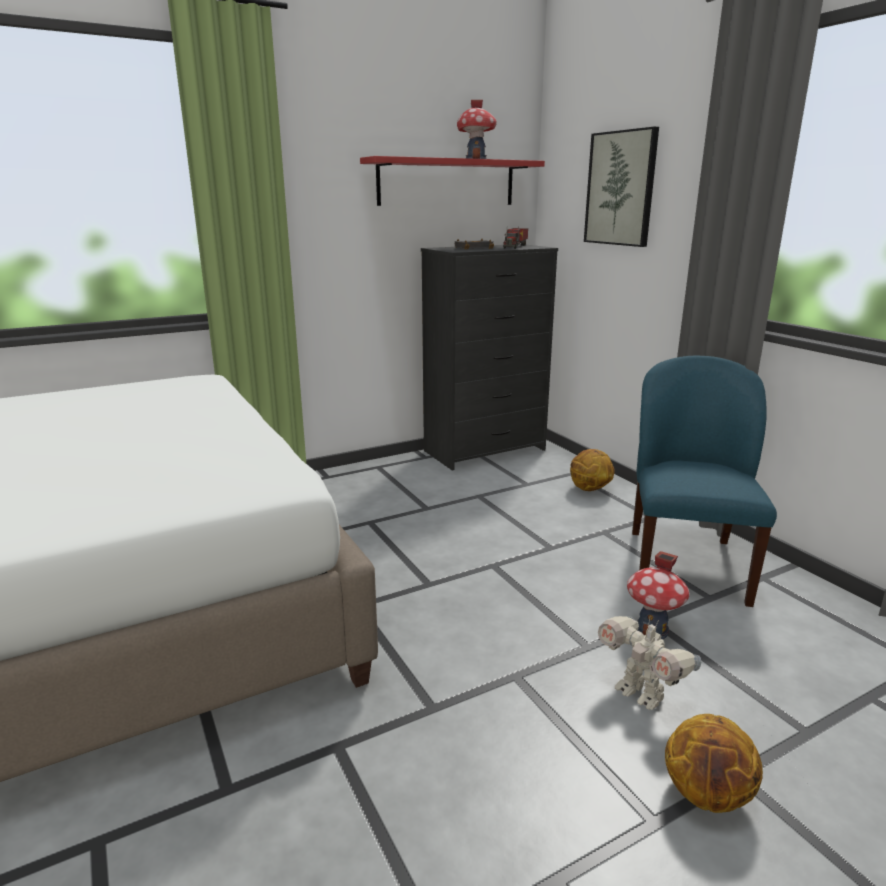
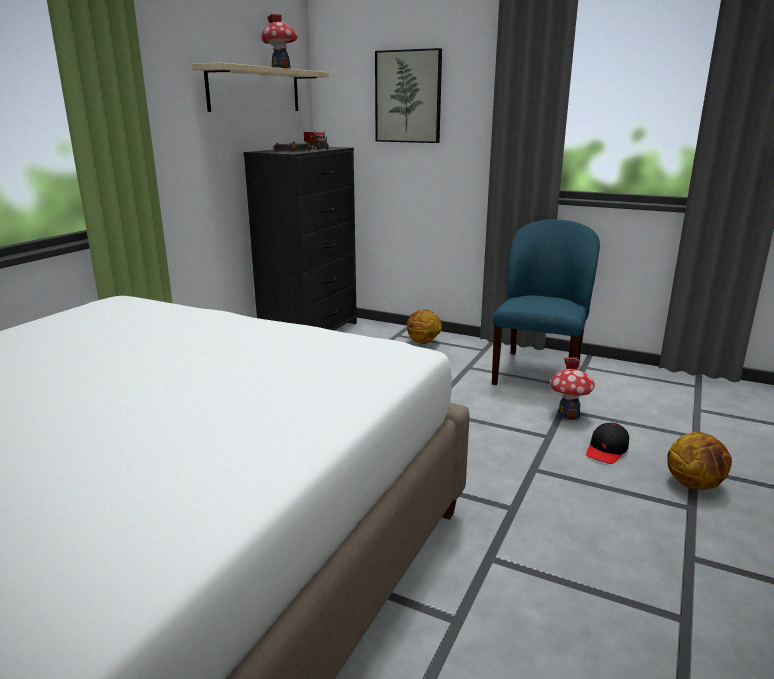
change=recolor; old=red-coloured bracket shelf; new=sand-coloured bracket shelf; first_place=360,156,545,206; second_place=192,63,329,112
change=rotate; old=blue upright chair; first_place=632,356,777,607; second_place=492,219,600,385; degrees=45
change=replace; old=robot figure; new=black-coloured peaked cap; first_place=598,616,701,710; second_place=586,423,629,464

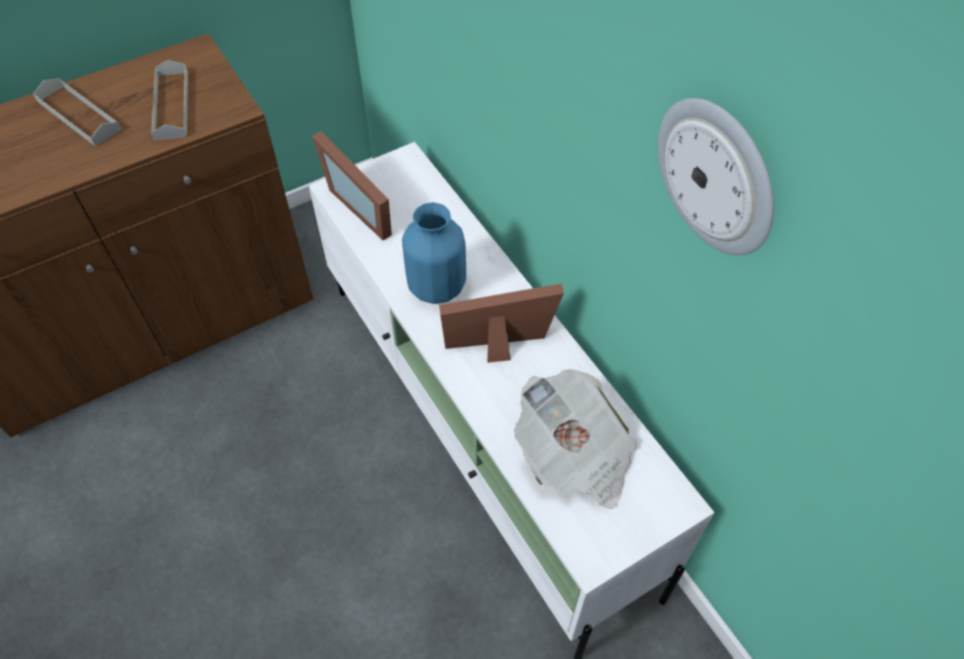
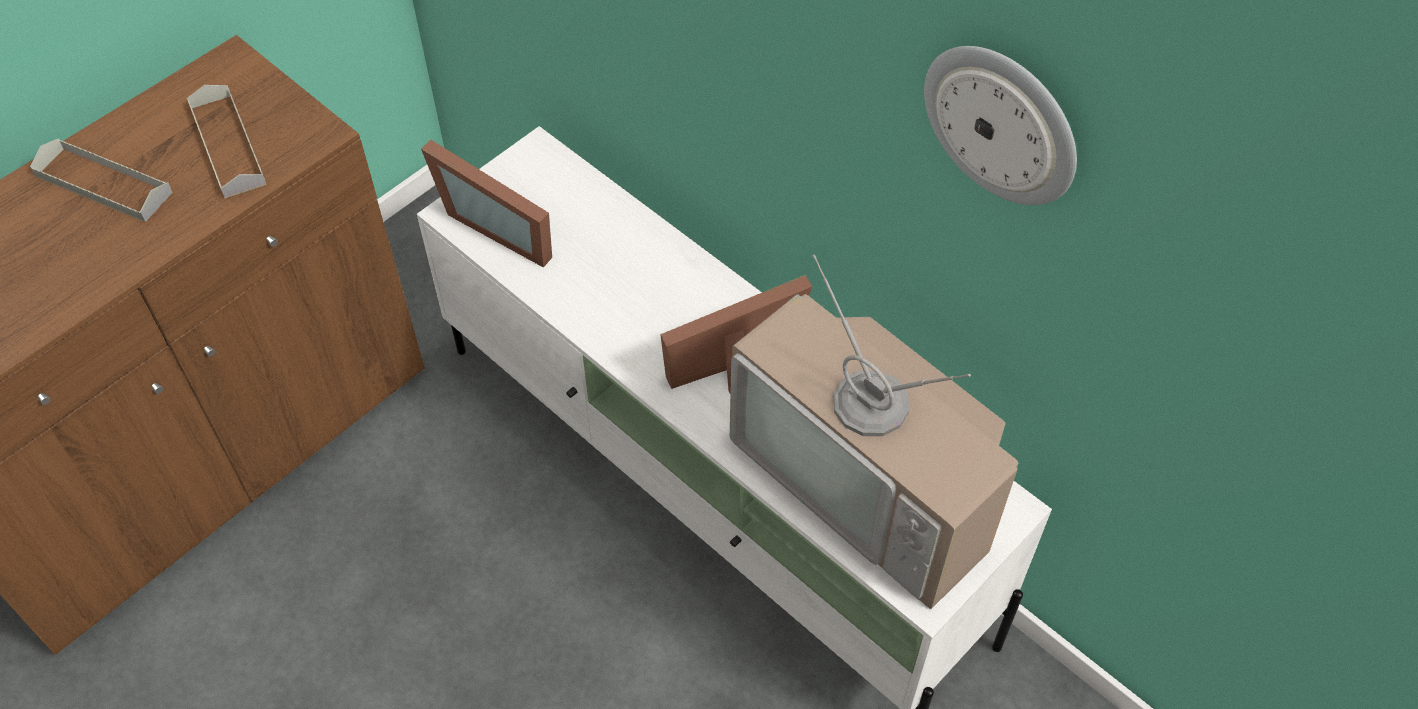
change=replace; old=printed paper; new=TV set; first_place=514,369,637,509; second_place=730,254,1018,609
change=delete; old=blue decorative vase; first_place=402,202,466,304

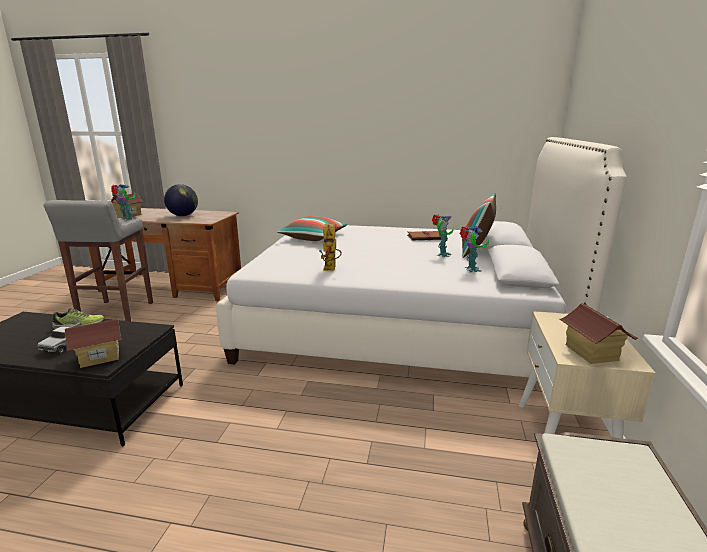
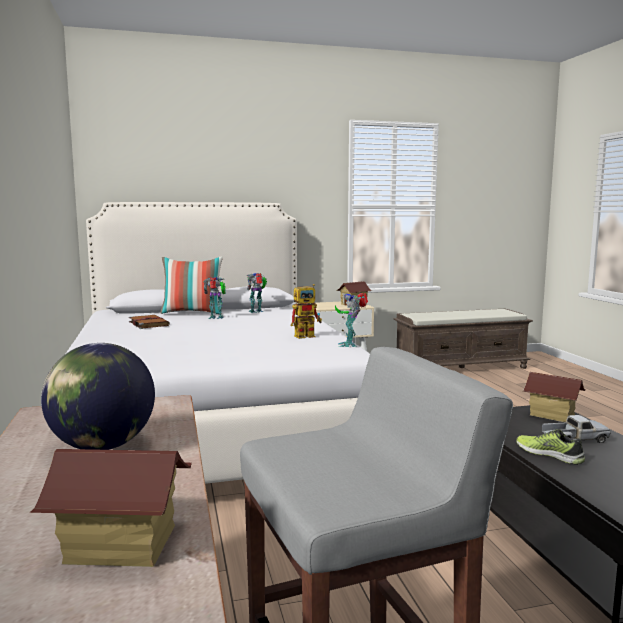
change=move; old=robot figure; first_place=111,184,136,220; second_place=335,293,368,347
change=delete; old=cushion; first_place=277,216,347,241

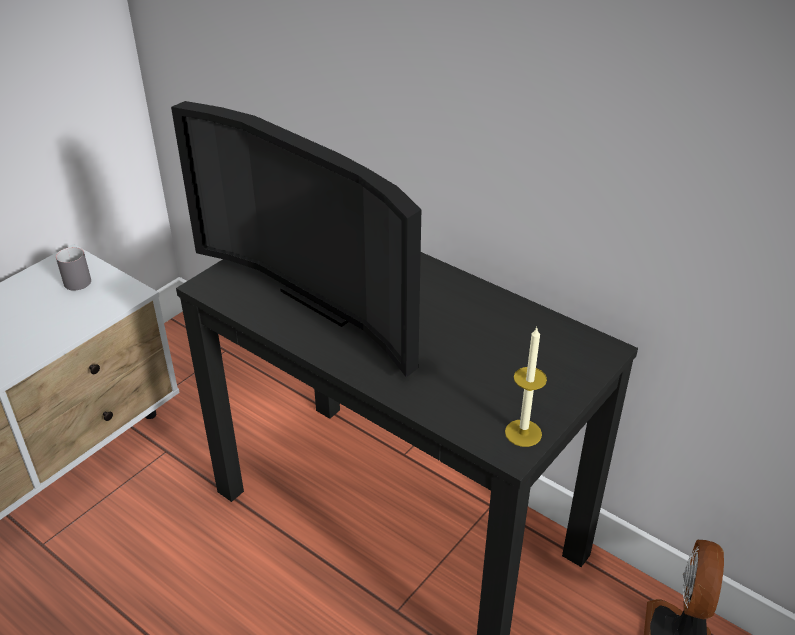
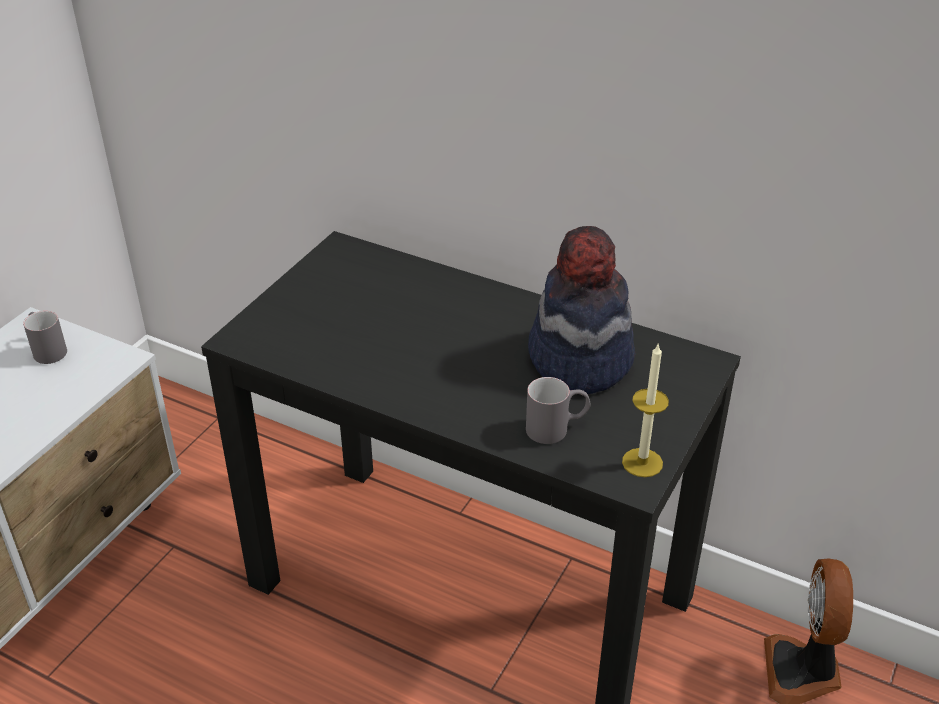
change=insert; new=gray coffee mug; second_place=526,377,591,444
change=insert; new=clothing hat; second_place=528,226,635,394
change=delete; old=TV set; first_place=171,101,421,377

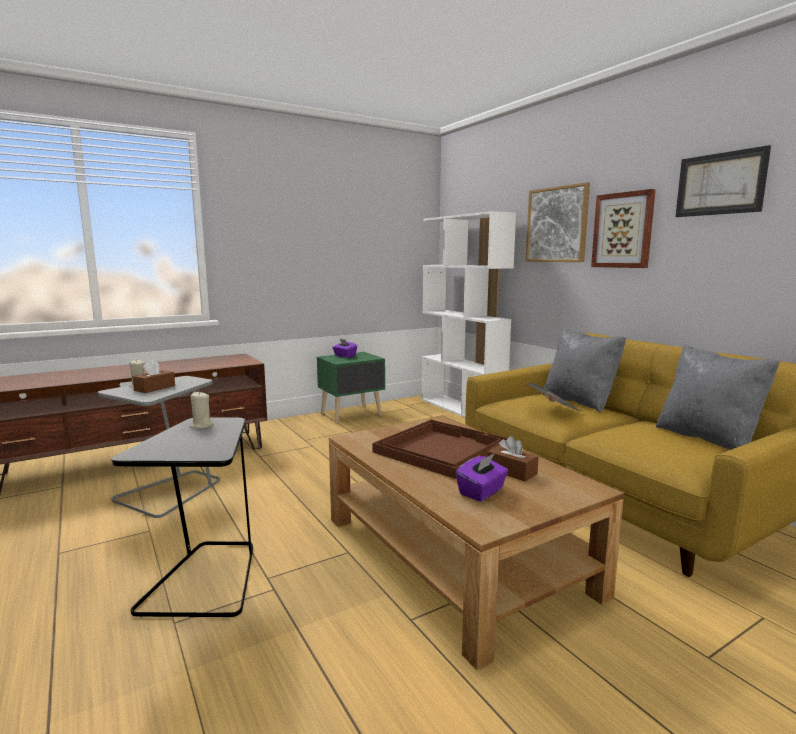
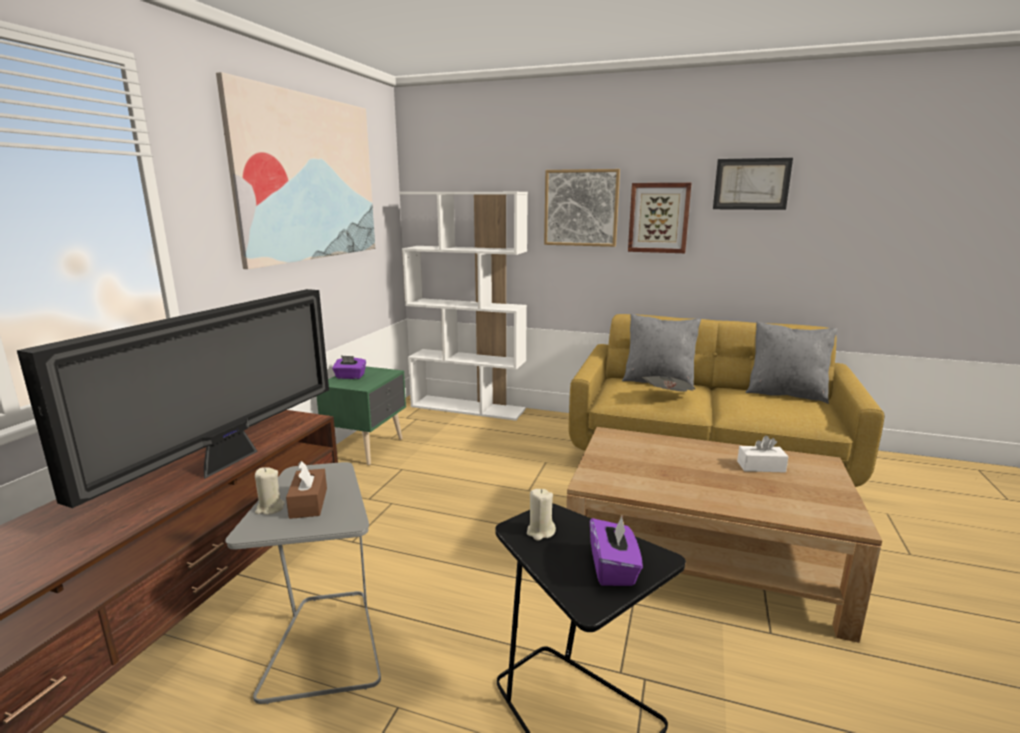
change=insert; new=TV set; second_place=17,289,329,508
change=insert; new=wall art; second_place=216,72,375,269
change=move; old=purplish box of tissues; first_place=456,453,508,502; second_place=590,516,643,586
change=recolor; old=brownish box of tissues; new=white box of tissues; first_place=487,436,538,481; second_place=737,436,789,473
change=delete; old=brownish carrying tray; first_place=372,420,508,479

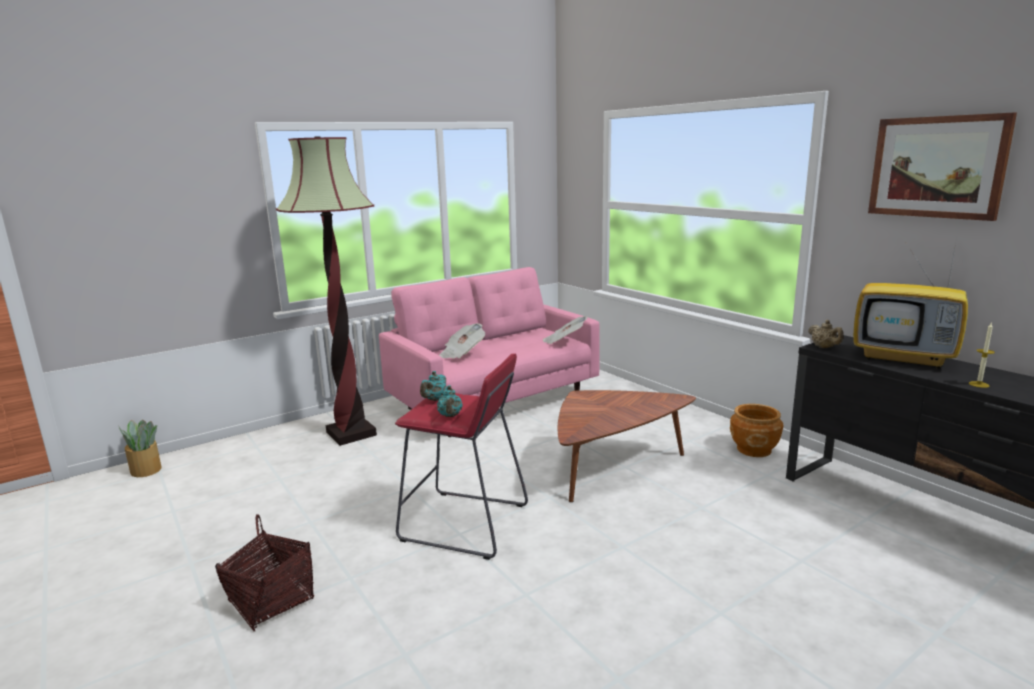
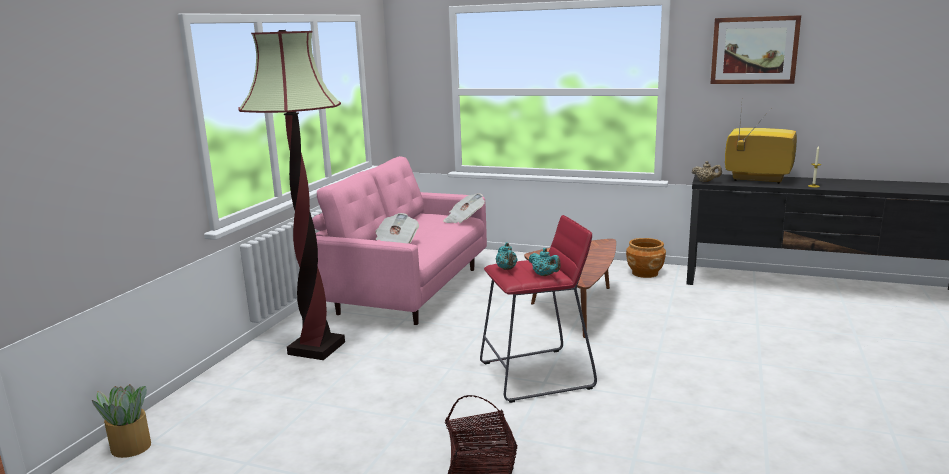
change=rotate; old=TV set; first_place=853,238,968,369; second_place=725,105,797,184; degrees=-150

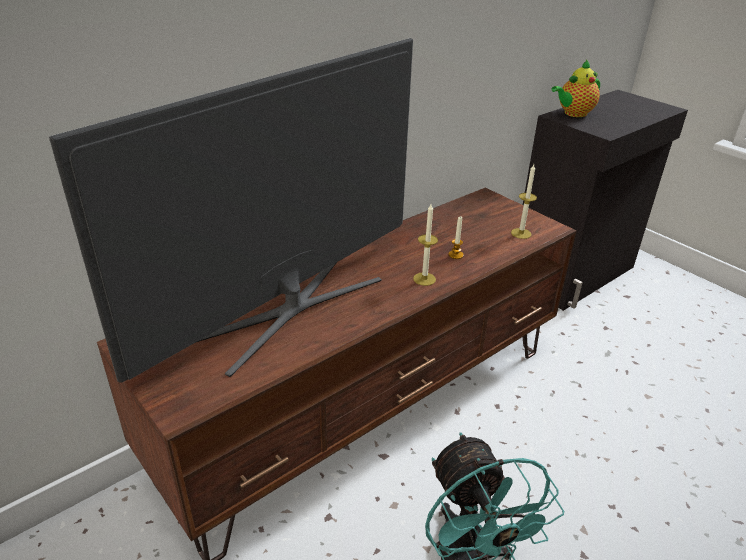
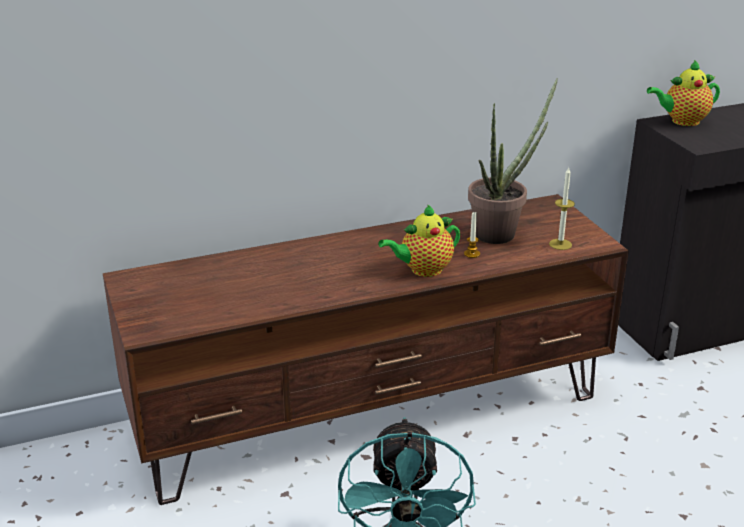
change=replace; old=wax candle; new=pot for tea; first_place=413,204,438,286; second_place=378,204,460,277
change=insert; new=potted plant; second_place=468,78,558,244
change=delete; old=TV set; first_place=49,38,413,383

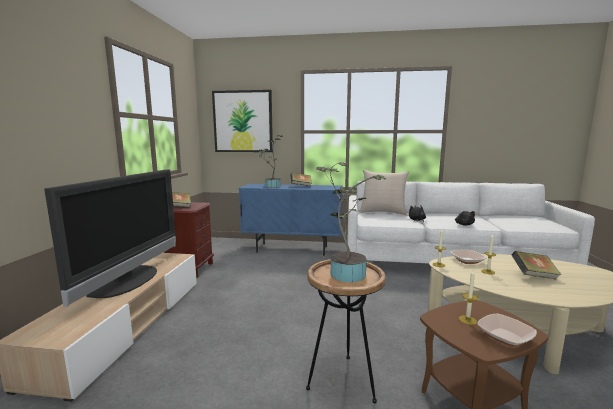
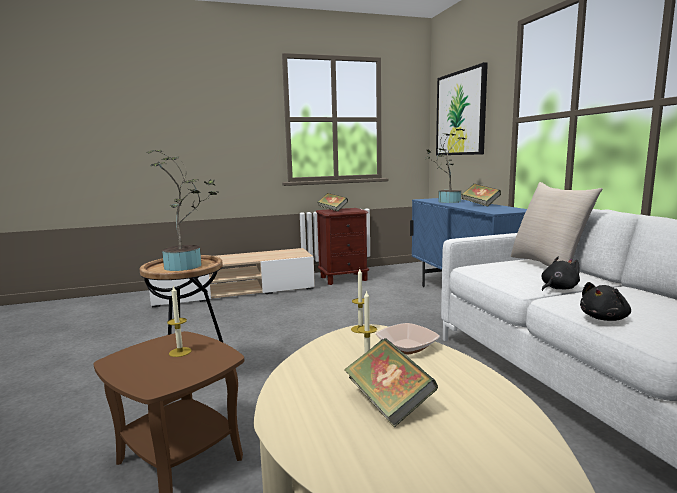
change=delete; old=TV set; first_place=44,169,176,307
change=delete; old=bowl; first_place=477,313,537,346

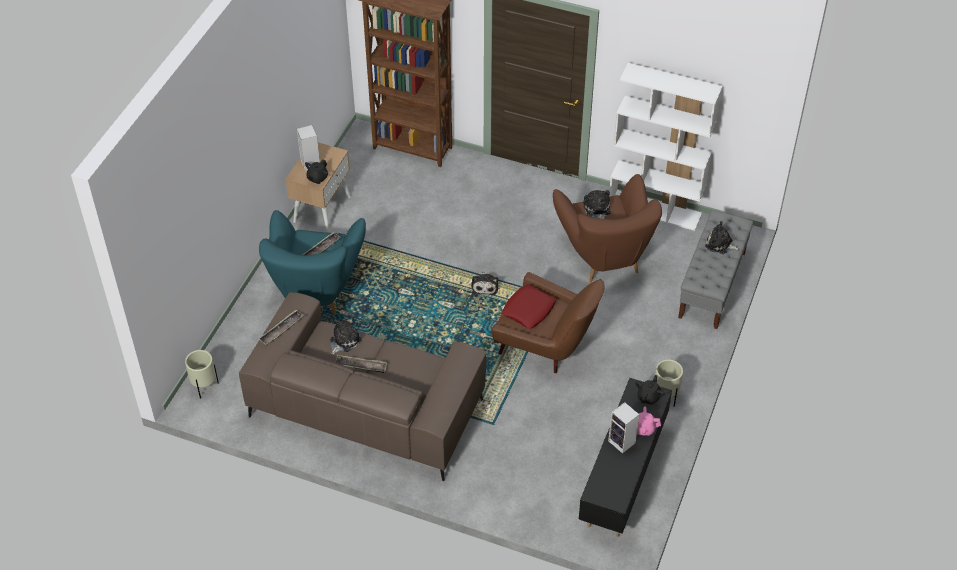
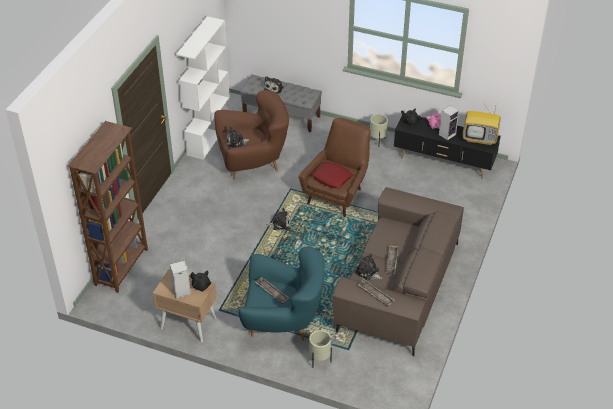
change=move; old=sand-coloured flower pot; first_place=185,350,219,399; second_place=309,330,332,368
change=insert; new=TV set; second_place=463,107,500,145

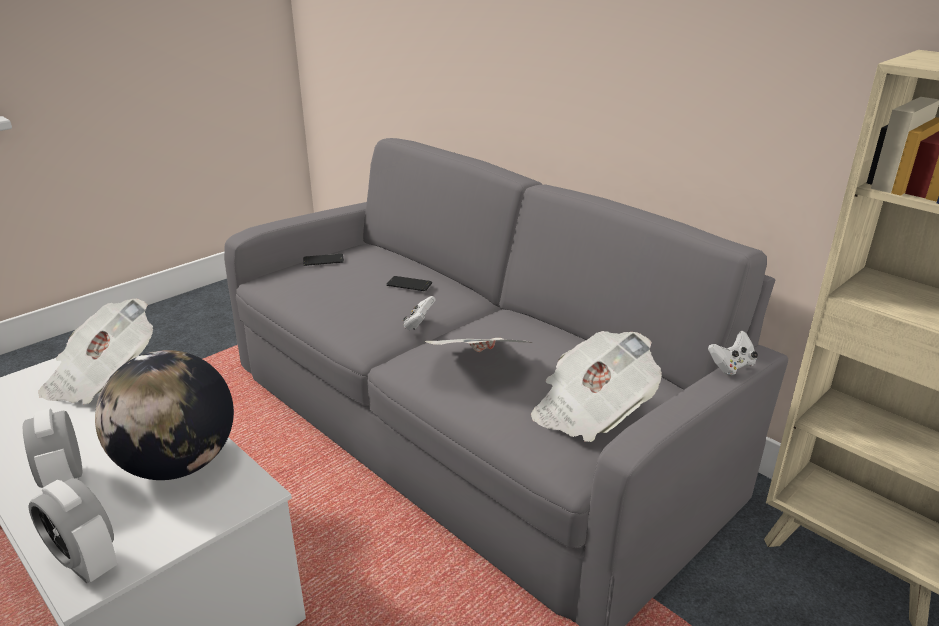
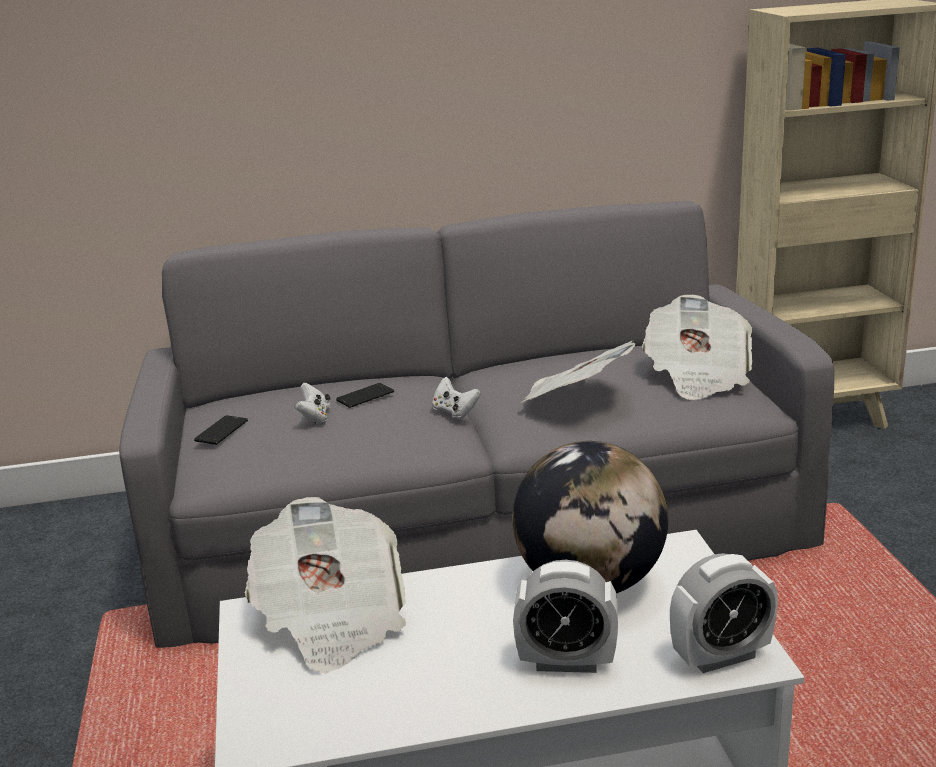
change=move; old=white joypad; first_place=708,331,758,375; second_place=295,383,330,424

